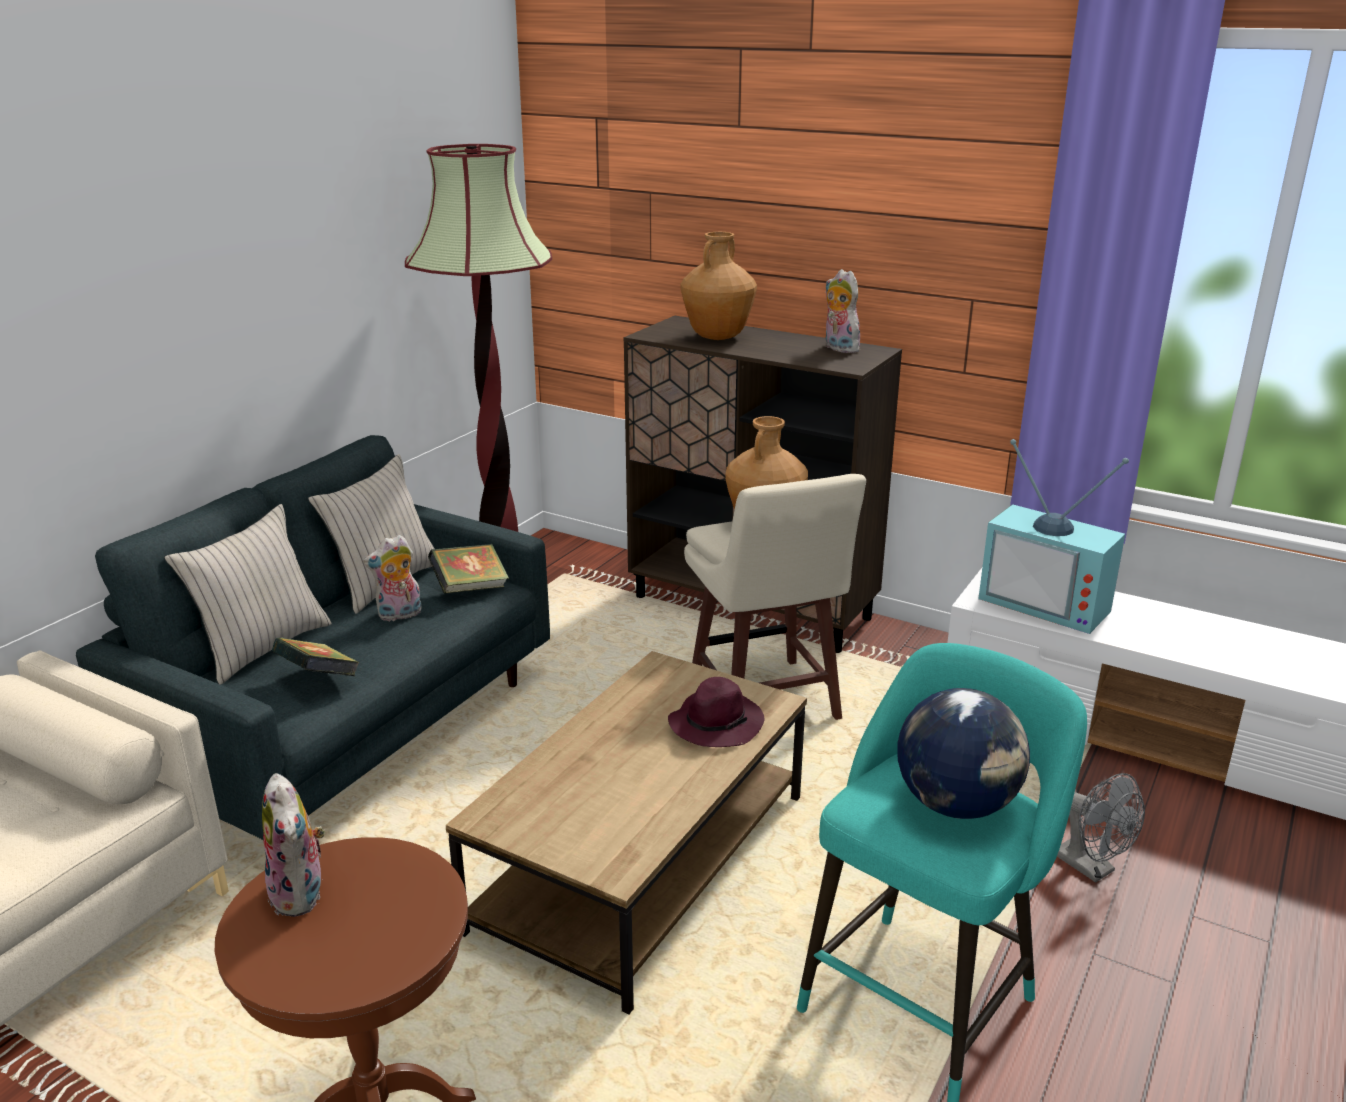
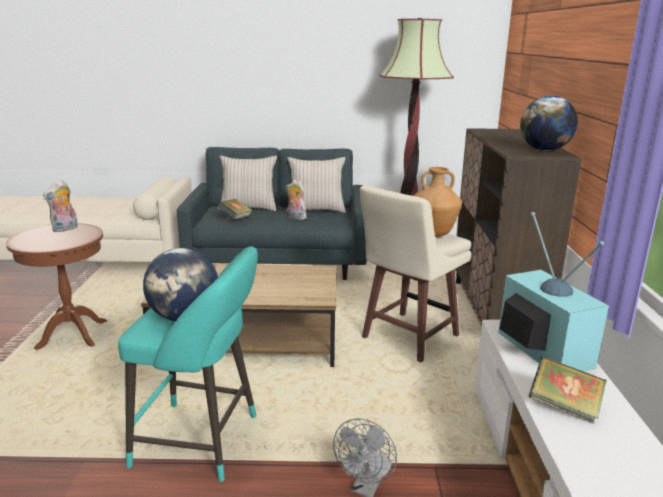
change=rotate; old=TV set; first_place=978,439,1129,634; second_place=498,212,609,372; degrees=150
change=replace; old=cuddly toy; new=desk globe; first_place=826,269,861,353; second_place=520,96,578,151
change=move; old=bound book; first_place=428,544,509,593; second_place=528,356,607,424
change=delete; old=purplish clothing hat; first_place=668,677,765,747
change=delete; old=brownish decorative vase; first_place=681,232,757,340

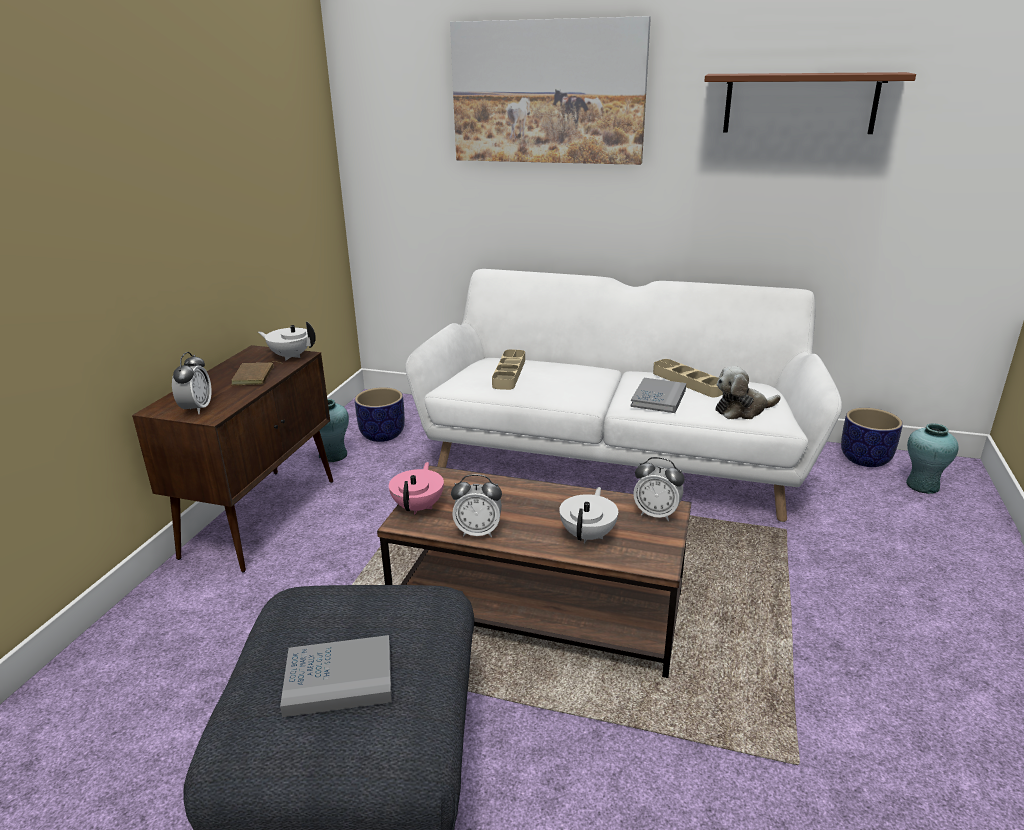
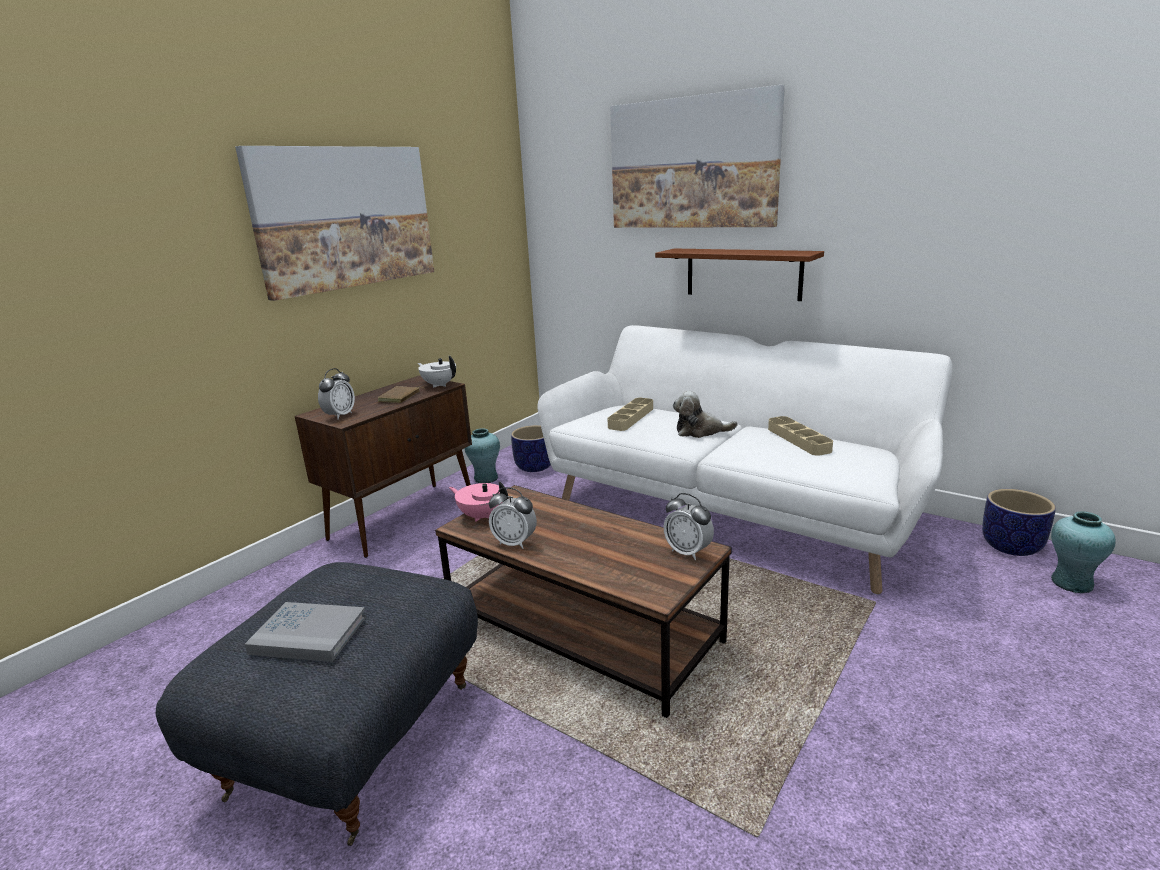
change=insert; new=wall art; second_place=235,146,434,301
change=rotate; old=pink-coloured pot for tea; first_place=389,462,444,515; second_place=449,482,509,522; degrees=-90
change=move; old=brownish bracket shelf; first_place=704,72,916,134; second_place=655,248,824,301
change=move; old=cuddly toy; first_place=716,366,780,419; second_place=673,391,738,438
change=delete; old=white pot for tea; first_place=559,487,618,543
change=delete; old=gray bound book; first_place=630,378,686,413

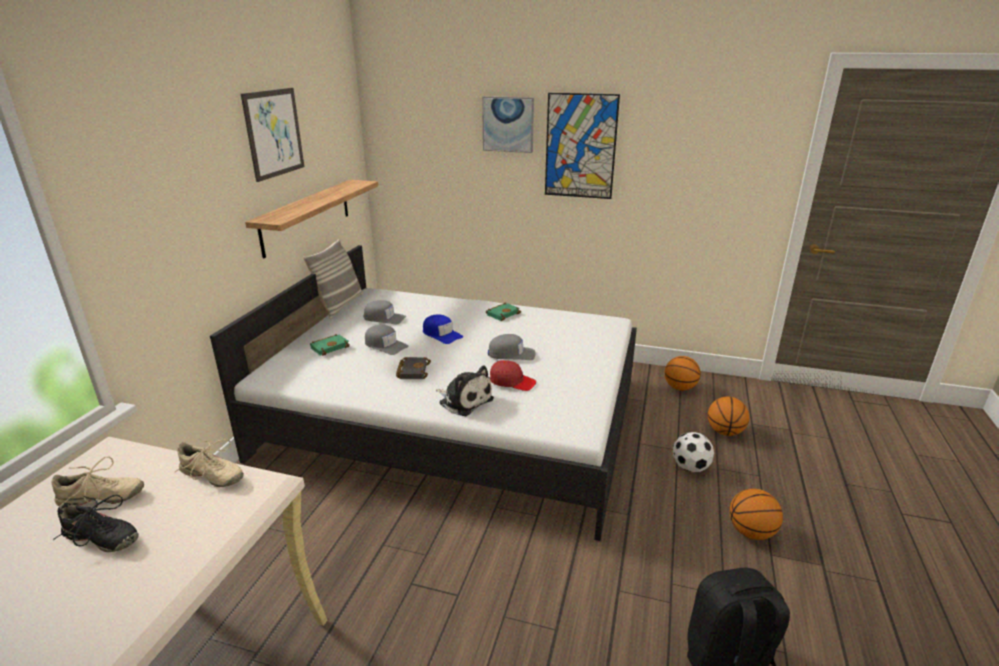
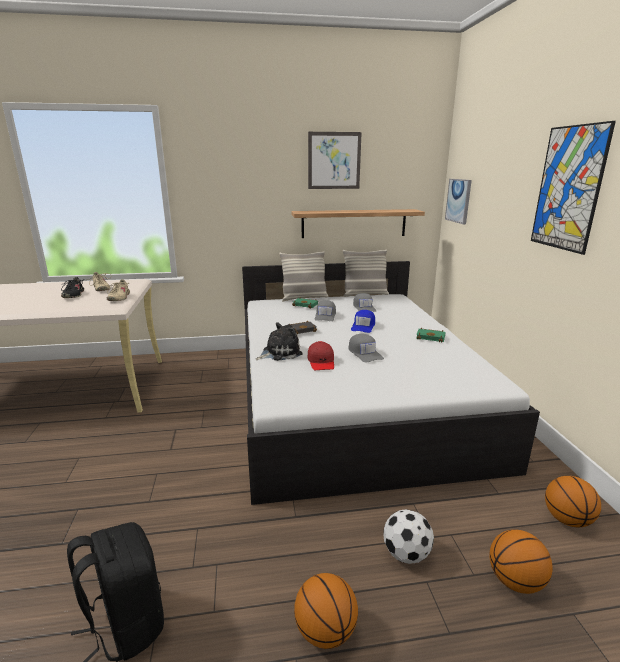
change=rotate; old=cuddly toy; first_place=436,366,494,416; second_place=255,322,303,361; degrees=-135
change=insert; new=cushion; second_place=279,251,329,301
change=move; old=wall art; first_place=482,96,534,153; second_place=445,179,472,224

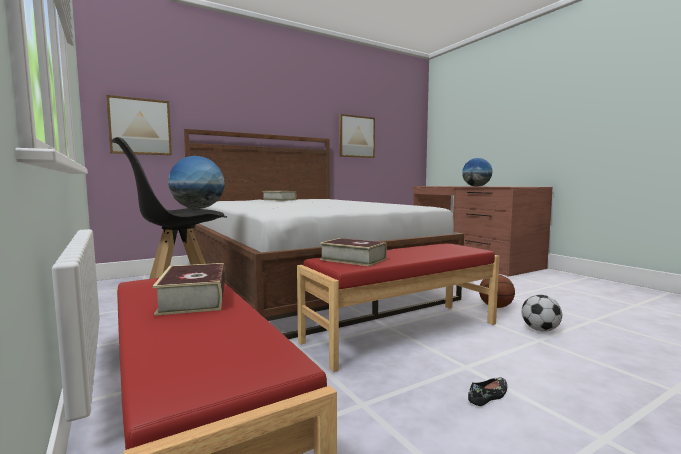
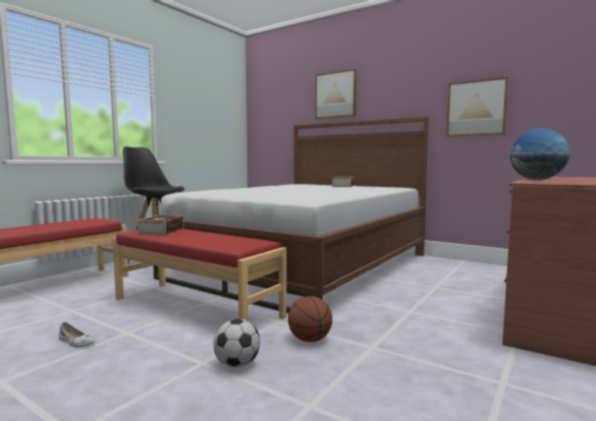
change=recolor; old=black-coloured low shoe; new=white low shoe; first_place=468,377,507,406; second_place=59,322,95,347
change=move; old=wall art; first_place=106,95,172,156; second_place=315,69,357,119
change=delete; old=bound book; first_place=152,263,225,316
change=delete; old=desk globe; first_place=168,156,225,209

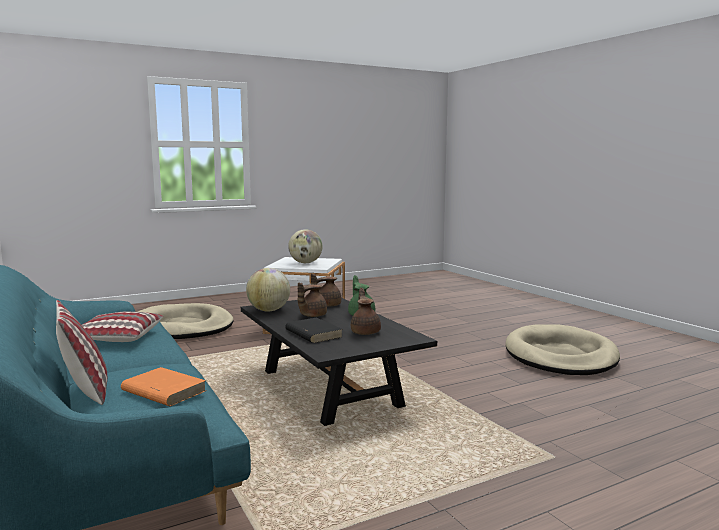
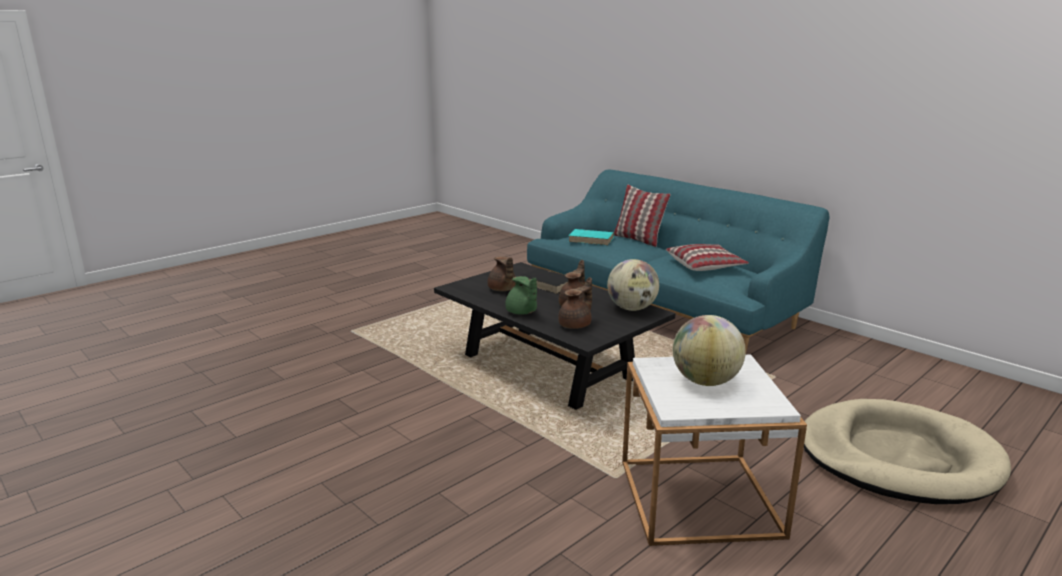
change=recolor; old=orange-coloured bound book; new=turquoise bound book; first_place=121,367,206,406; second_place=568,229,614,245
change=delete; old=sand-coloured dog bed; first_place=505,324,620,375

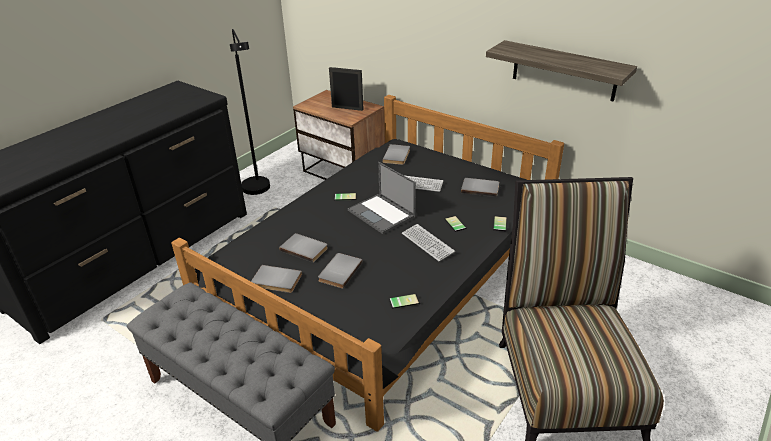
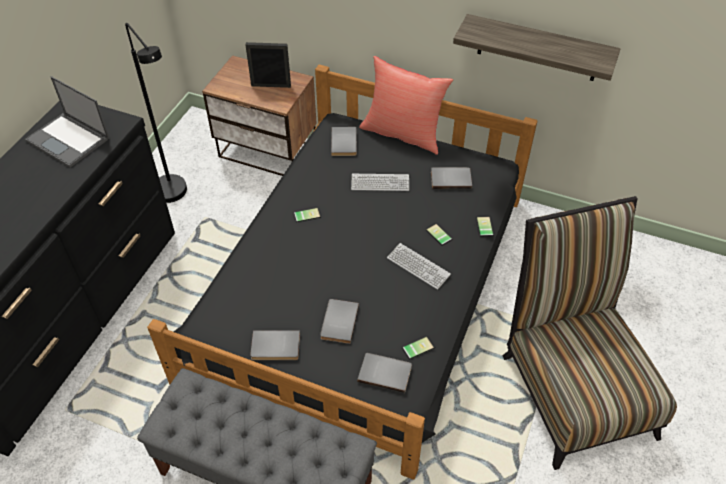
change=move; old=notebook computer; first_place=348,162,416,234; second_place=25,76,110,168
change=move; old=gray bound book; first_place=279,233,328,263; second_place=357,353,412,393
change=insert; new=red-coloured cushion; second_place=359,56,453,155

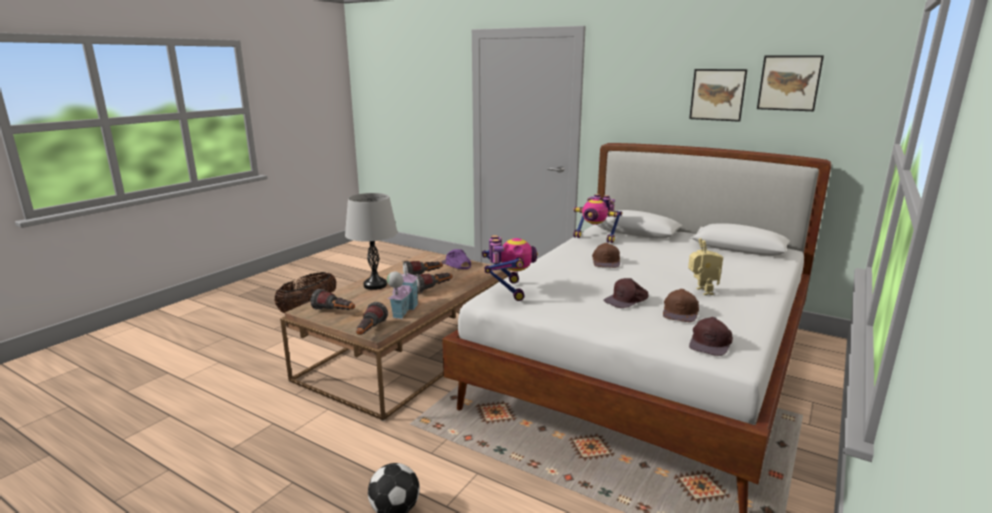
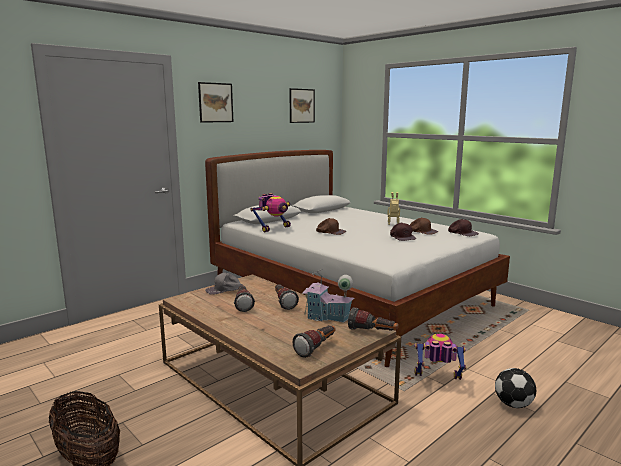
change=move; old=wall art; first_place=689,69,747,122; second_place=198,82,233,123
change=recolor; old=purplish peaked cap; new=gray peaked cap; first_place=442,249,471,269; second_place=205,273,243,295
change=move; old=robot figure; first_place=482,235,538,301; second_place=414,334,466,380
change=delete; old=gray tabletop lamp; first_place=345,193,398,290

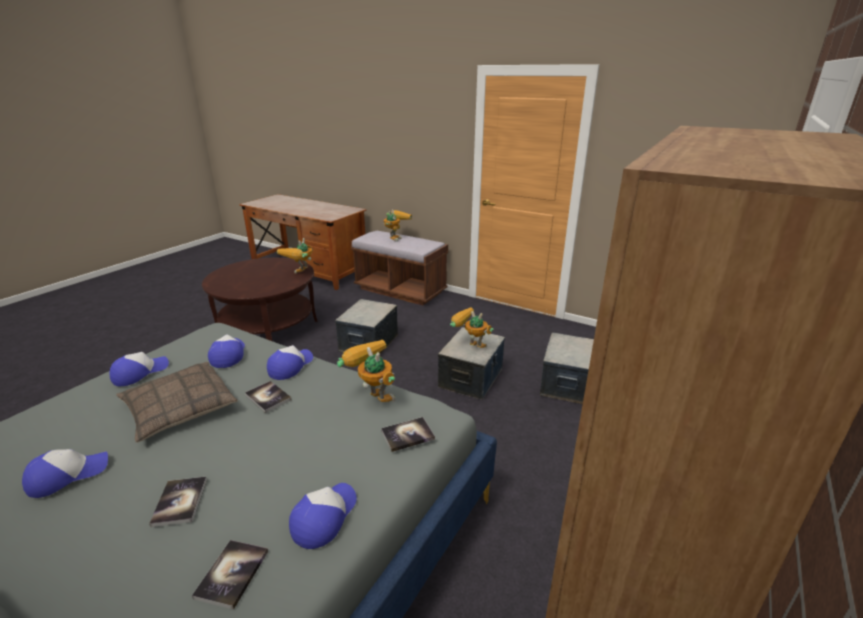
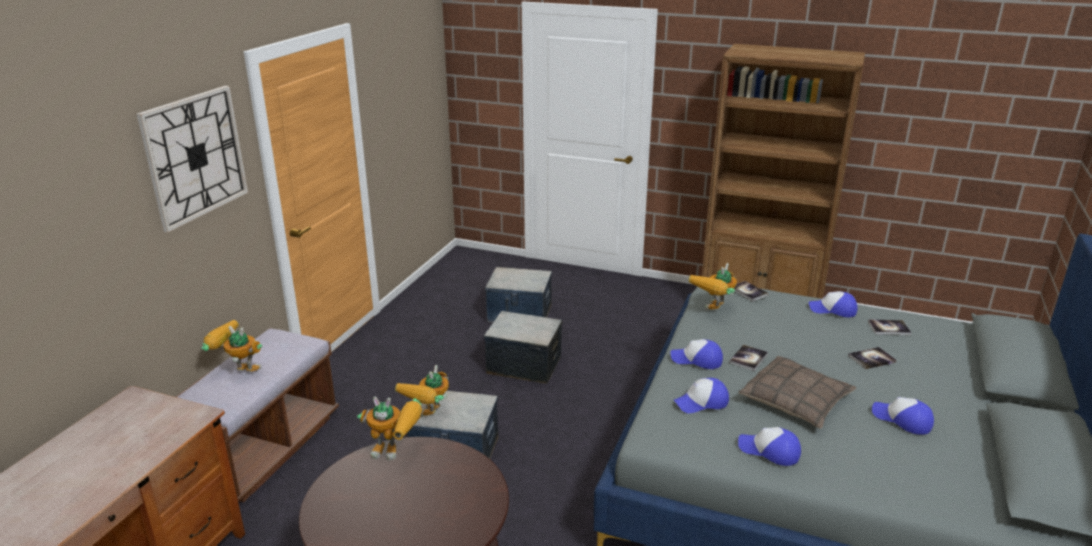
change=insert; new=hanging clock; second_place=137,86,248,232
change=move; old=robot figure; first_place=450,307,494,348; second_place=395,365,449,417

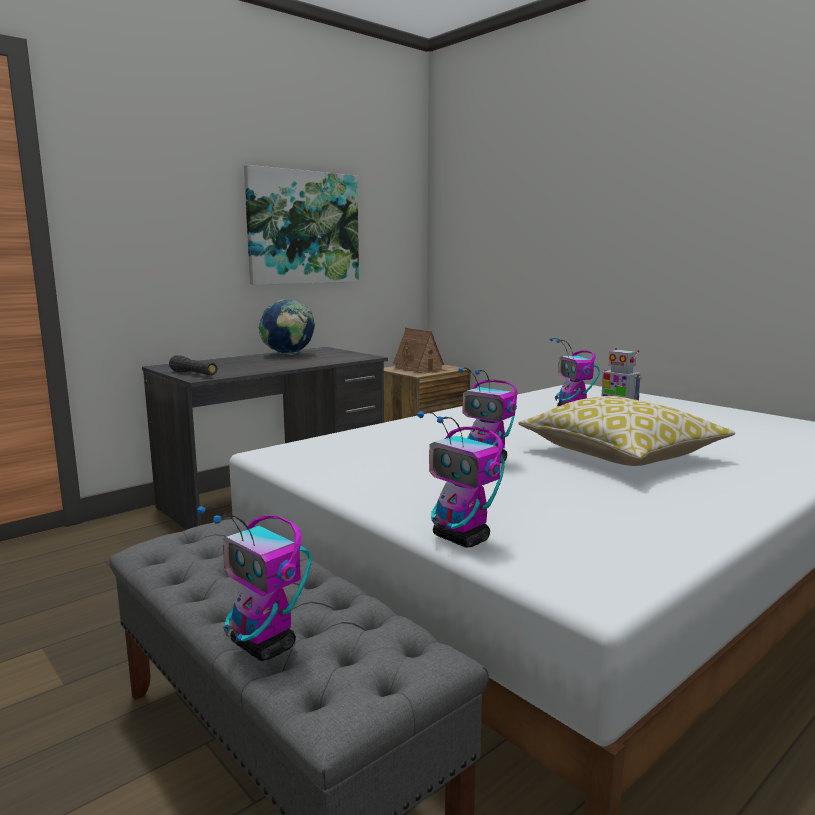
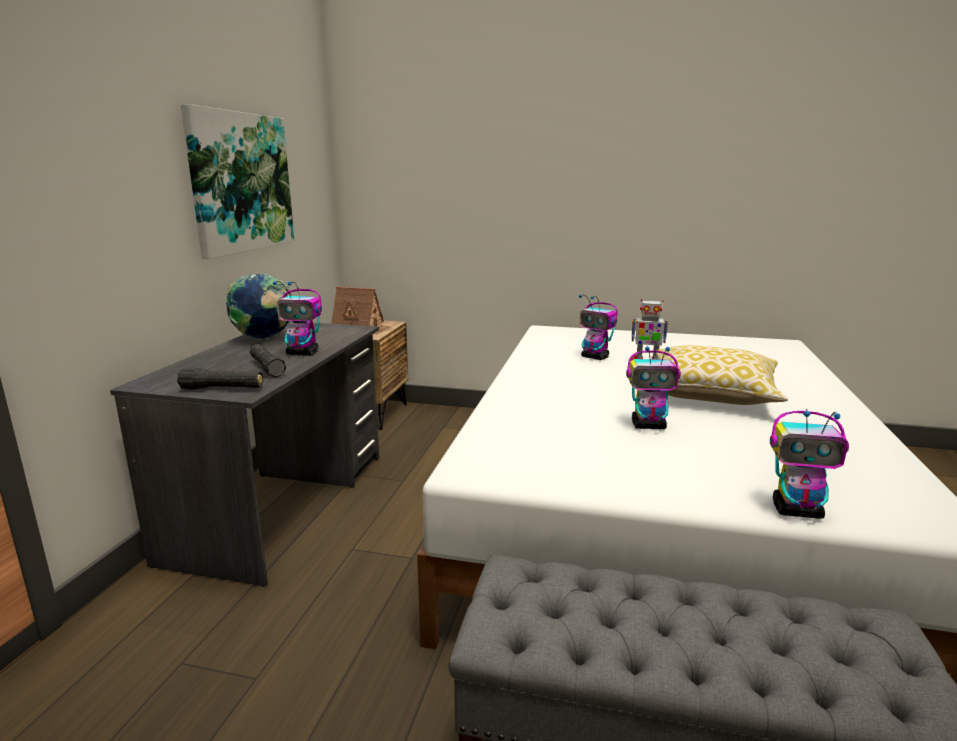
change=insert; new=black-coloured hand torch; second_place=250,344,286,377
change=move; old=robot figure; first_place=197,505,312,661; second_place=273,281,322,355

